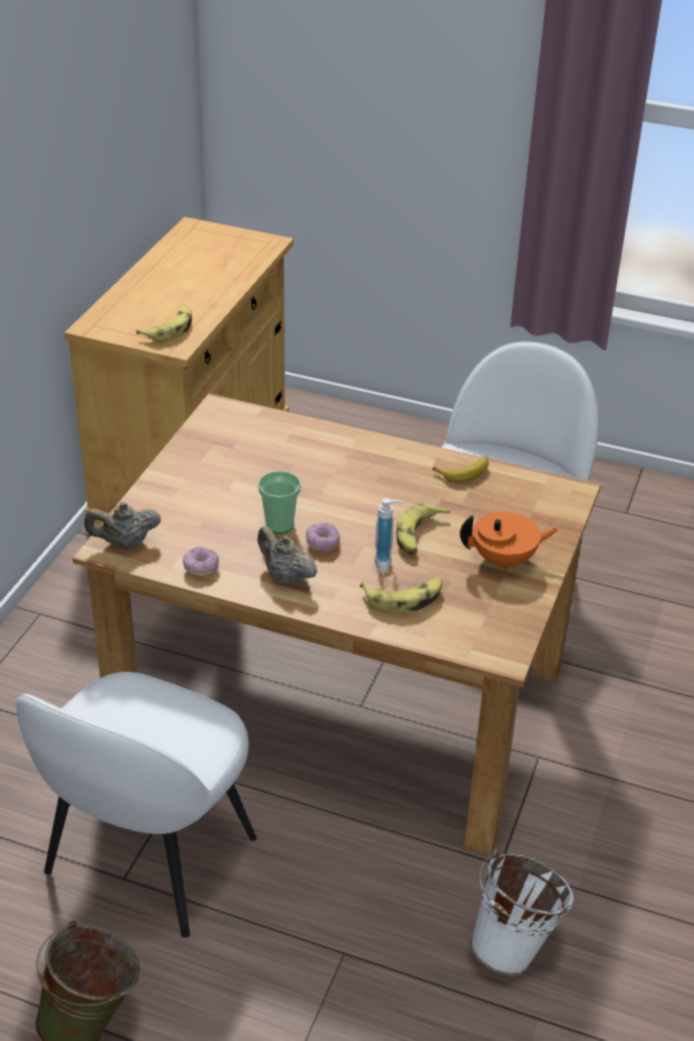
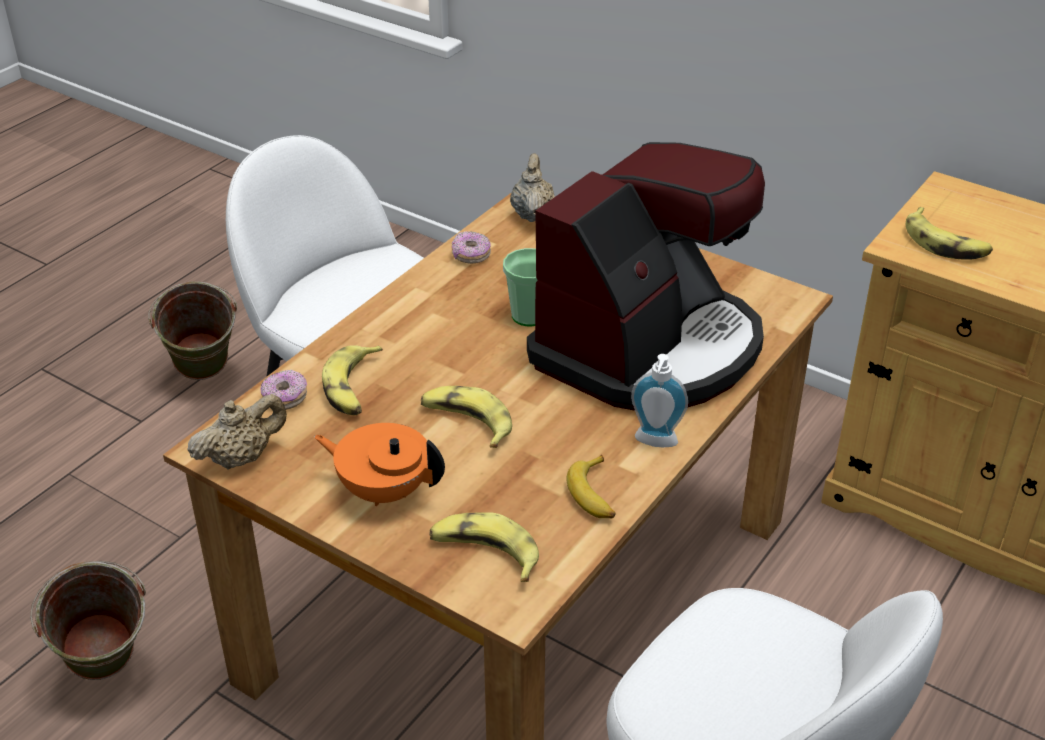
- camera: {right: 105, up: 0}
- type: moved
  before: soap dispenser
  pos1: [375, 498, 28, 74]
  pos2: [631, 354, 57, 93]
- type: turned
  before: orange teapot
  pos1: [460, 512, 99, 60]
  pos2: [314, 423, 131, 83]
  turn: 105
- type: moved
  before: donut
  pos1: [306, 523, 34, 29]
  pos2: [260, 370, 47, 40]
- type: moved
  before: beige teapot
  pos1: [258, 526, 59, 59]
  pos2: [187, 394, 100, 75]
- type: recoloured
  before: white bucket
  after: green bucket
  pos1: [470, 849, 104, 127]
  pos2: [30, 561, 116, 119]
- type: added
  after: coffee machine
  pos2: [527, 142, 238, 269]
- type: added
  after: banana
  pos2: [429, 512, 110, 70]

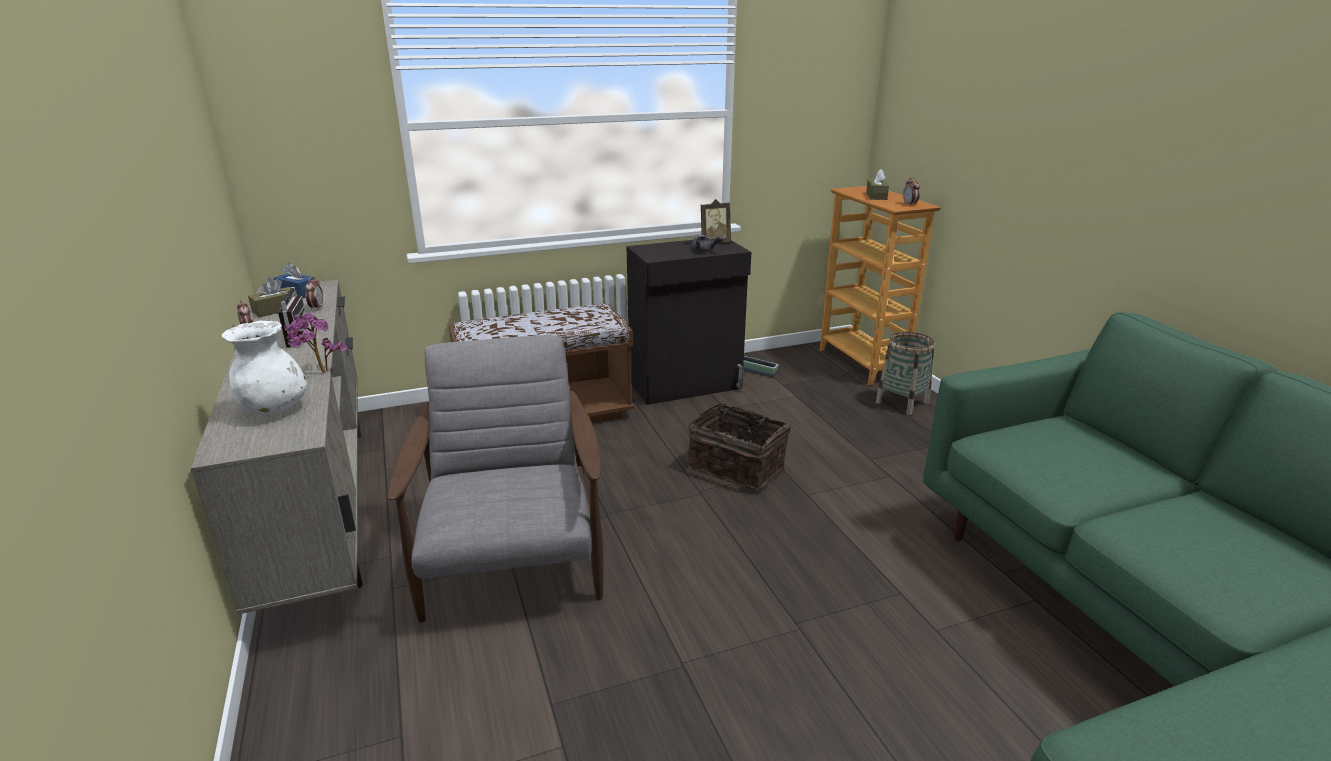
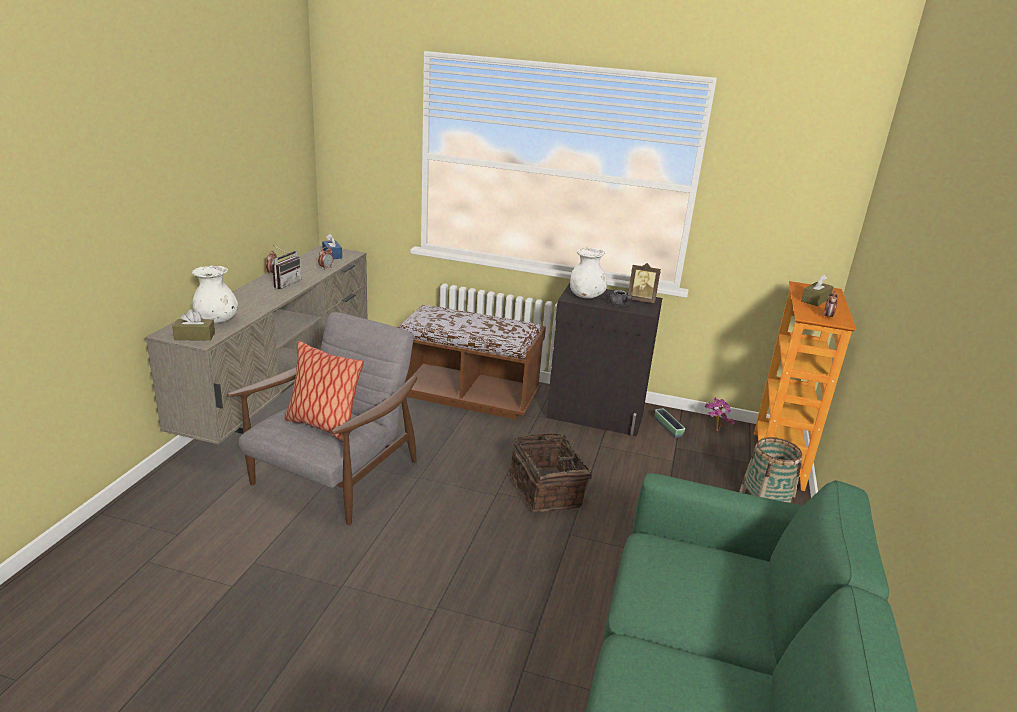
- camera: {right: 35, up: 0}
- type: moved
  before: brown tissue box
  pos1: [248, 278, 49, 39]
  pos2: [172, 310, 43, 31]
- type: moved
  before: potted plant
  pos1: [284, 313, 64, 60]
  pos2: [704, 397, 31, 34]
- type: added
  after: white vase
  pos2: [570, 248, 37, 50]
- type: added
  after: pillow
  pos2: [285, 341, 79, 101]

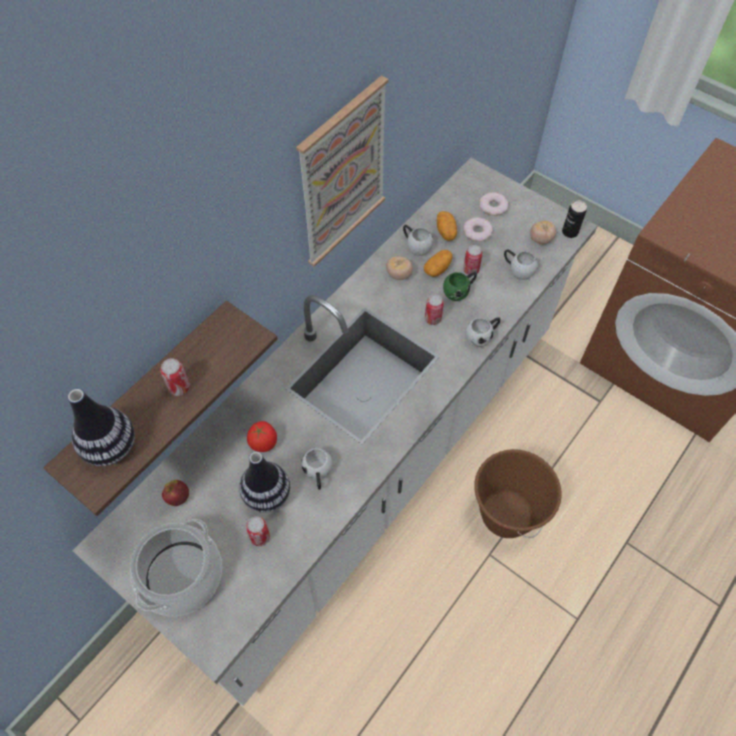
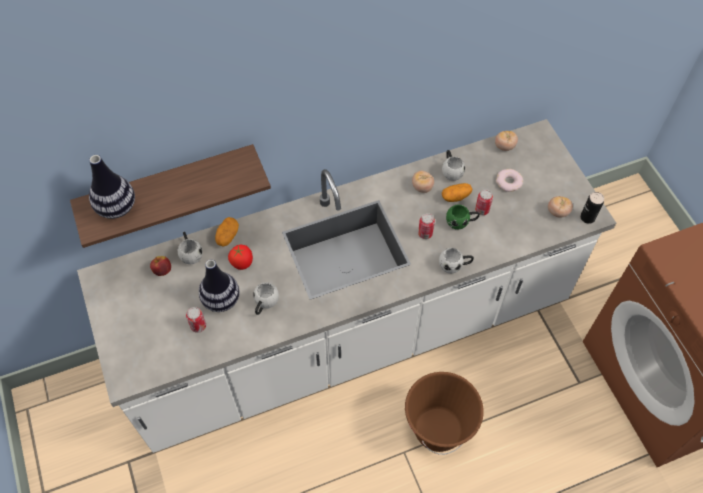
- camera: {right: 30, up: 0}
- type: removed
  before: picture
  pos1: [296, 75, 93, 192]
- type: removed
  before: donut
  pos1: [479, 192, 29, 24]
- type: moved
  before: potato
  pos1: [437, 211, 20, 30]
  pos2: [215, 217, 24, 30]
- type: moved
  before: white mug
  pos1: [504, 249, 34, 31]
  pos2: [178, 232, 25, 32]
- type: removed
  before: can
  pos1: [160, 358, 30, 38]
- type: removed
  before: cooking pot
  pos1: [130, 519, 92, 97]
- type: added
  after: tomato
  pos2: [495, 131, 23, 20]

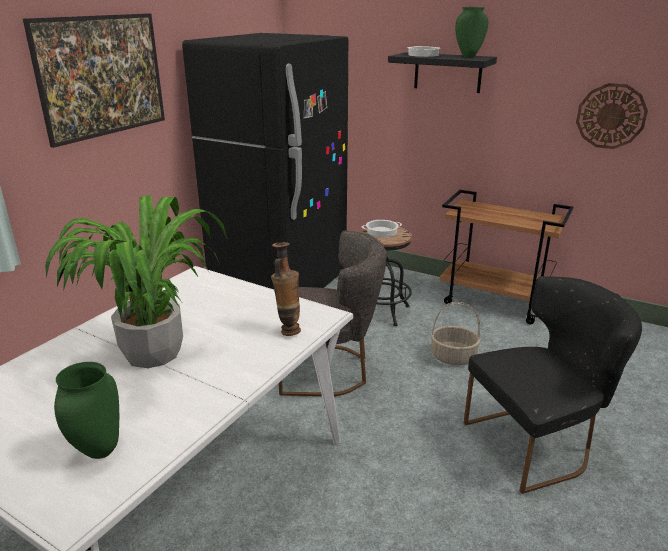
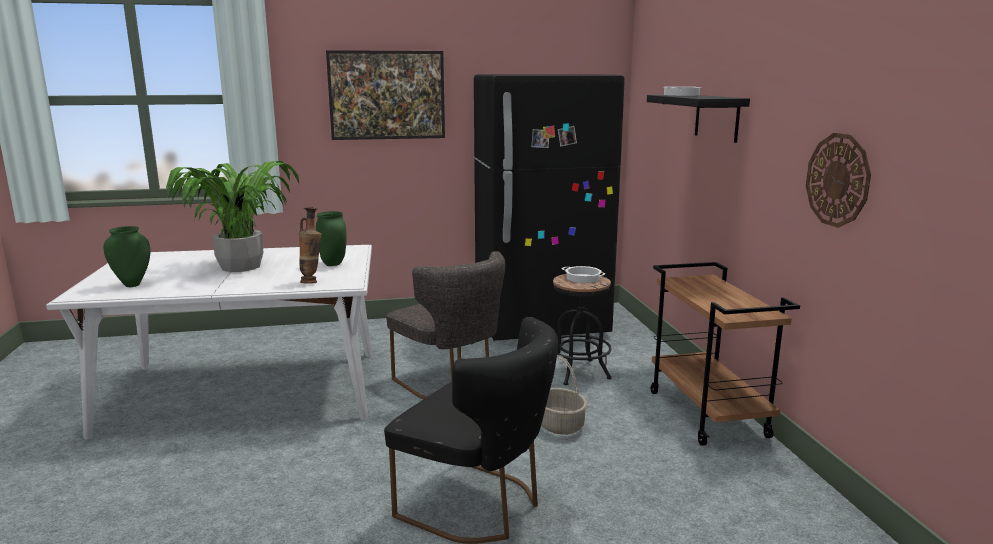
- camera: {right: 50, up: -10}
- type: moved
  before: green vase
  pos1: [455, 7, 33, 51]
  pos2: [316, 211, 31, 55]

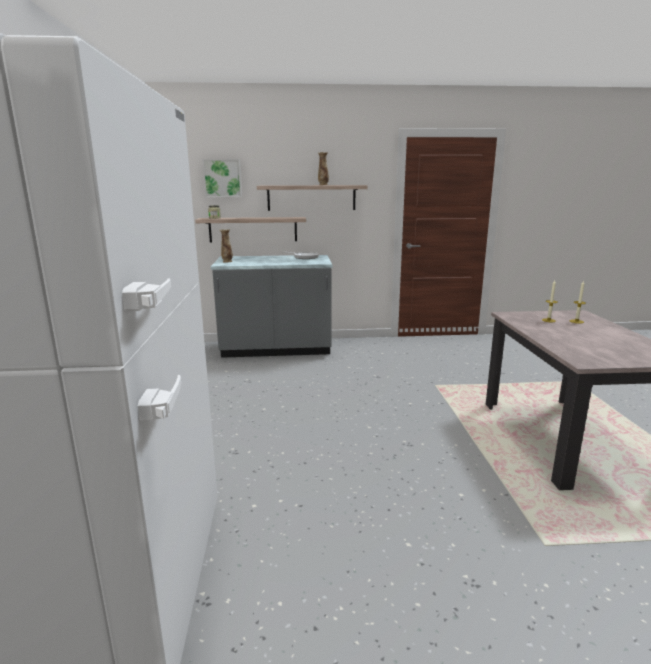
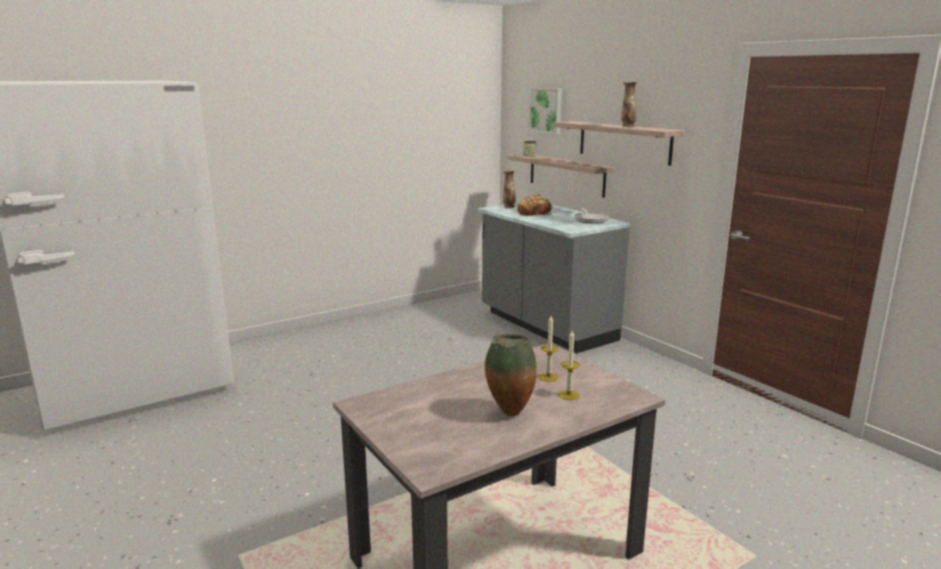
- camera: {right: 60, up: 0}
- type: added
  after: bread
  pos2: [517, 194, 35, 22]
- type: added
  after: vase
  pos2: [485, 334, 52, 82]

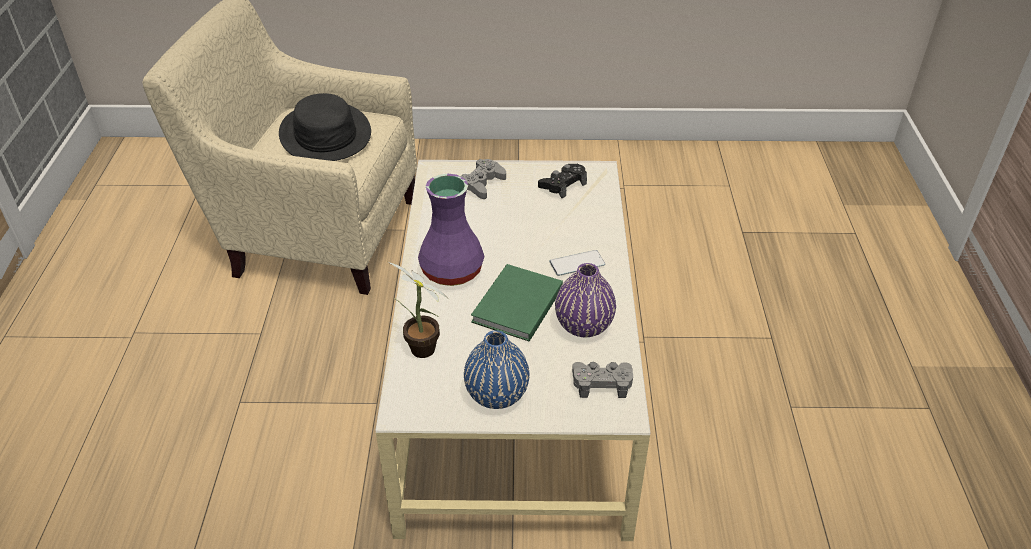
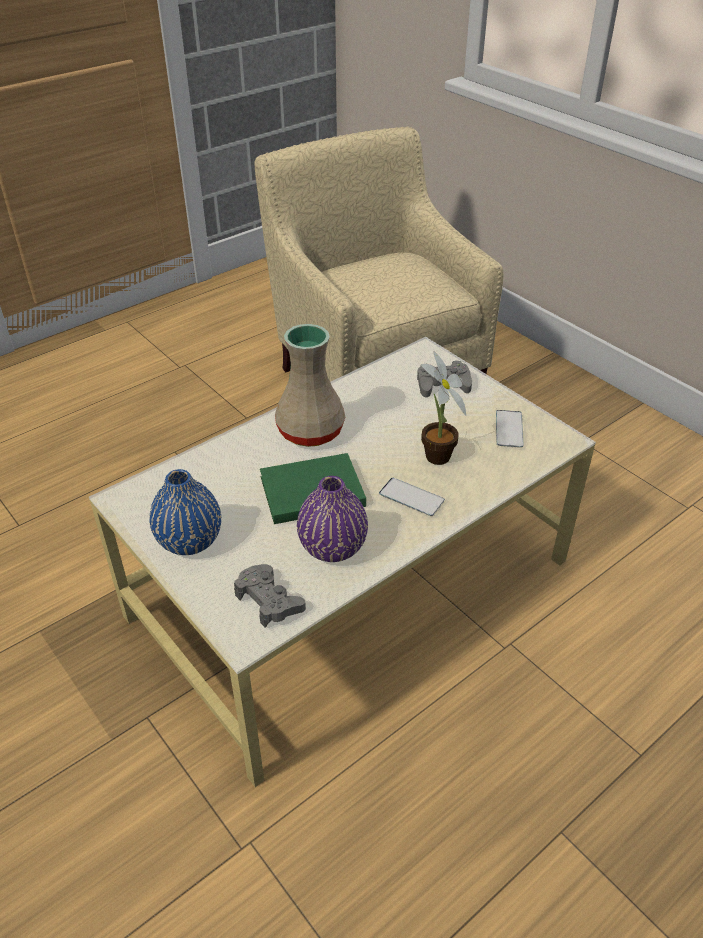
- camera: {right: 50, up: 0}
- type: removed
  before: black hat
  pos1: [279, 93, 92, 68]
- type: replaced
  before: black game controller
  after: phone
  pos1: [538, 164, 49, 34]
  pos2: [496, 410, 28, 37]
- type: recoloured
  before: purple vase
  after: beige vase
  pos1: [418, 174, 66, 112]
  pos2: [275, 324, 70, 123]
- type: moved
  before: potted plant
  pos1: [388, 262, 59, 96]
  pos2: [421, 352, 45, 113]

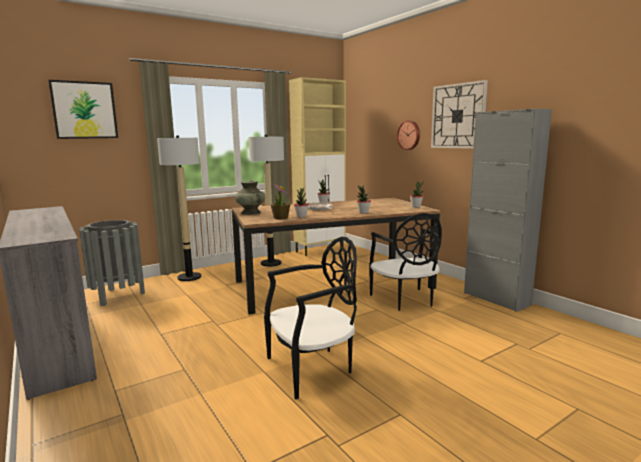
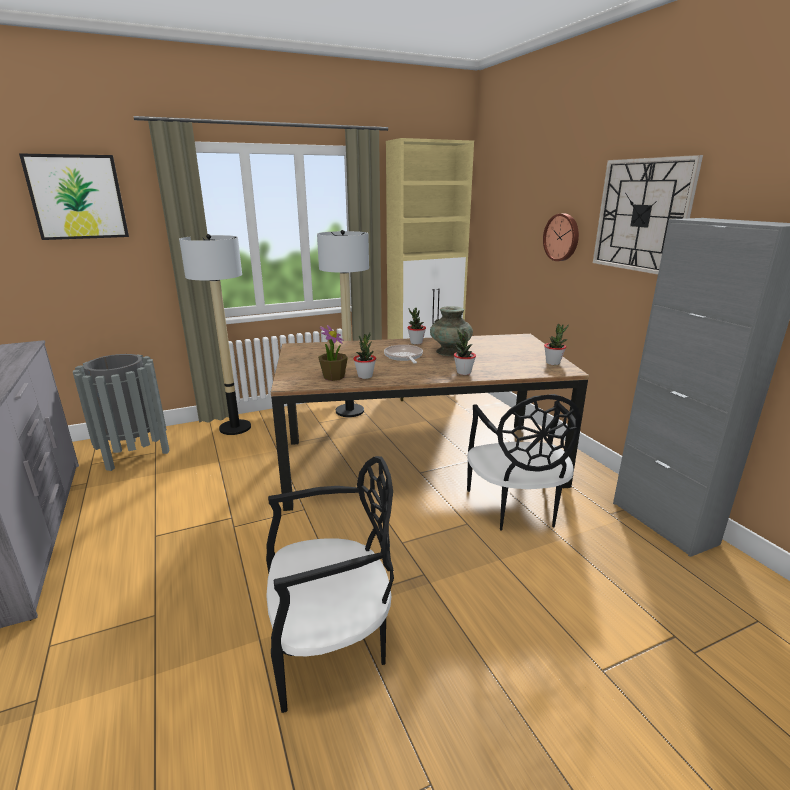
- camera: {right: 10, up: 10}
- type: moved
  before: turquoise vase
  pos1: [235, 180, 31, 35]
  pos2: [430, 306, 43, 50]

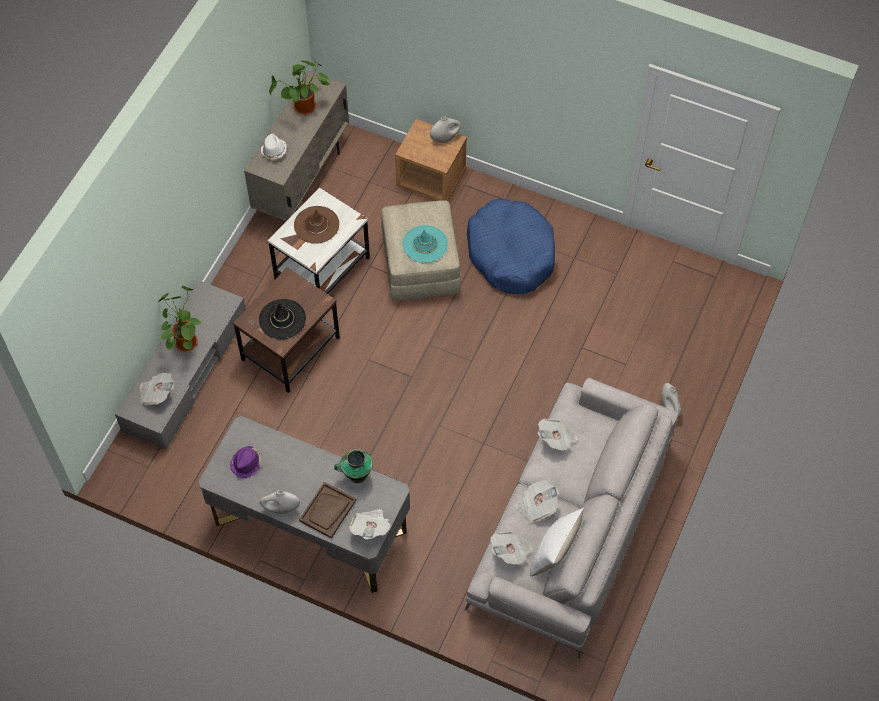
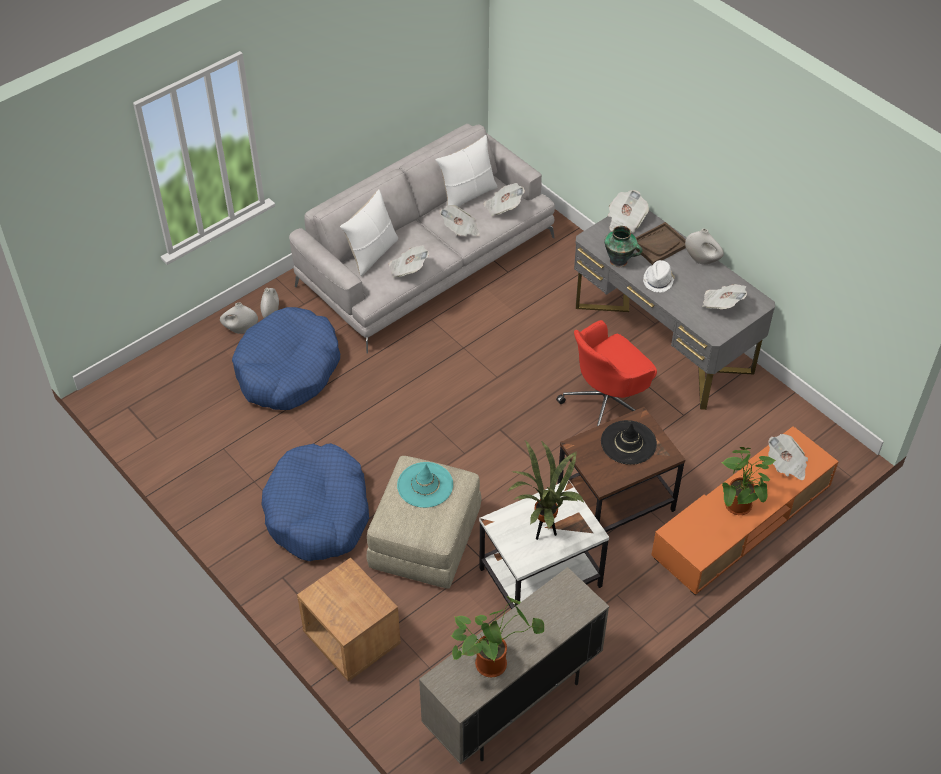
- camera: {right: -155, up: -10}
- type: moved
  before: white vase
  pos1: [430, 116, 31, 27]
  pos2: [220, 303, 38, 31]
- type: moved
  before: white hat
  pos1: [261, 134, 26, 25]
  pos2: [643, 260, 32, 33]
- type: replaced
  before: brown hat
  after: potted plant
  pos1: [294, 206, 45, 38]
  pos2: [507, 440, 77, 100]
- type: recoloured
  before: grey tv stand
  after: orange tv stand
  pos1: [115, 280, 131, 170]
  pos2: [651, 426, 188, 169]
- type: replaced
  before: purple hat
  after: newspaper
  pos1: [230, 446, 32, 32]
  pos2: [702, 284, 45, 25]
- type: added
  after: white pillow
  pos2: [340, 189, 58, 87]
- type: added
  after: blue dog bed
  pos2: [232, 307, 108, 103]
- type: added
  after: red office chair
  pos2: [556, 320, 101, 106]

